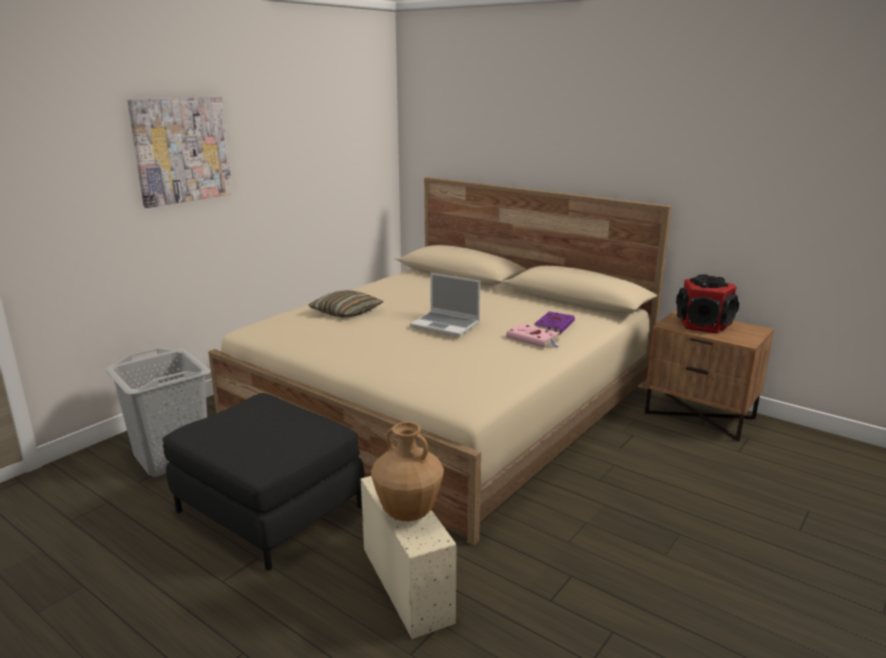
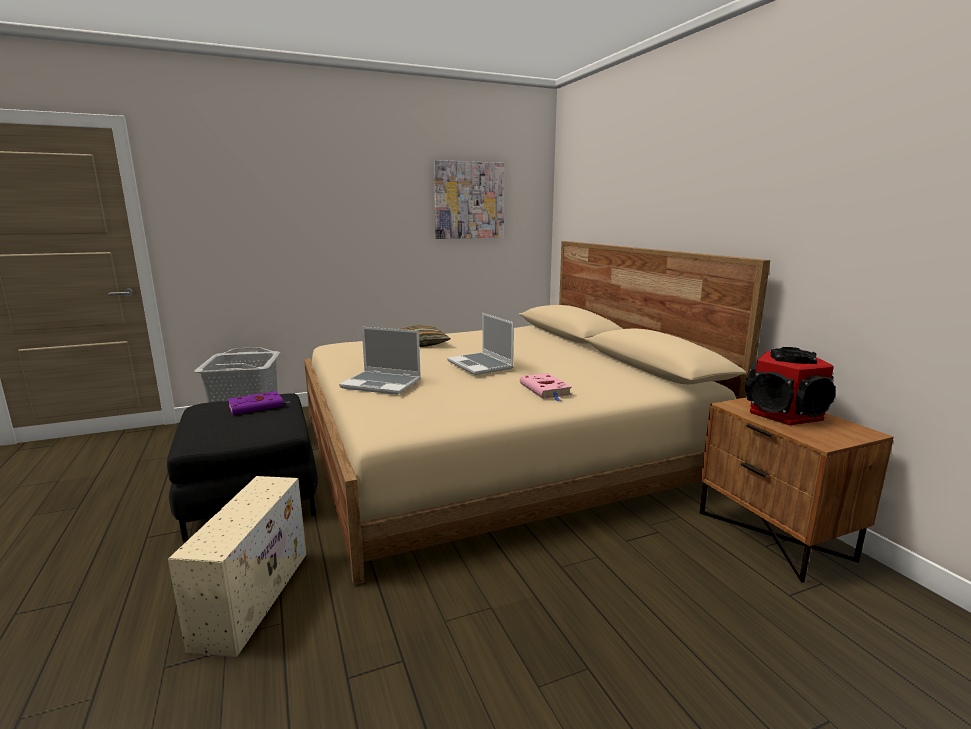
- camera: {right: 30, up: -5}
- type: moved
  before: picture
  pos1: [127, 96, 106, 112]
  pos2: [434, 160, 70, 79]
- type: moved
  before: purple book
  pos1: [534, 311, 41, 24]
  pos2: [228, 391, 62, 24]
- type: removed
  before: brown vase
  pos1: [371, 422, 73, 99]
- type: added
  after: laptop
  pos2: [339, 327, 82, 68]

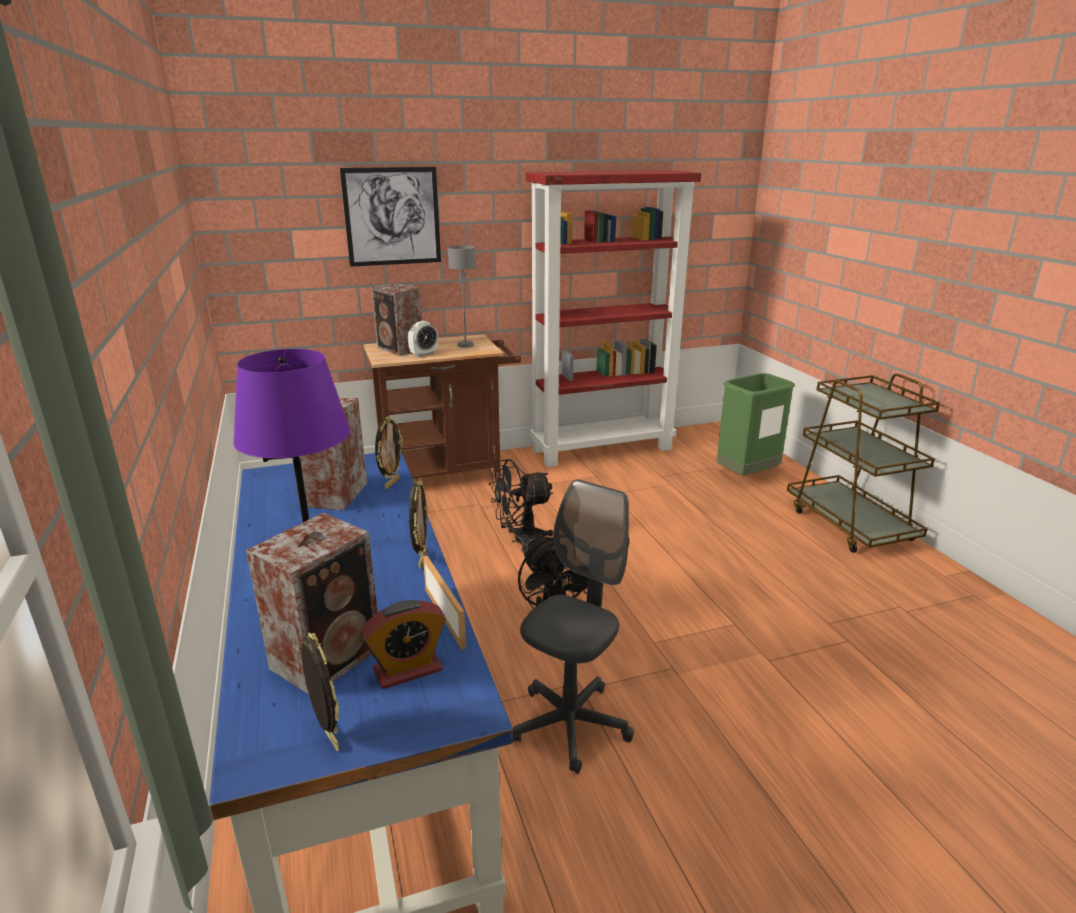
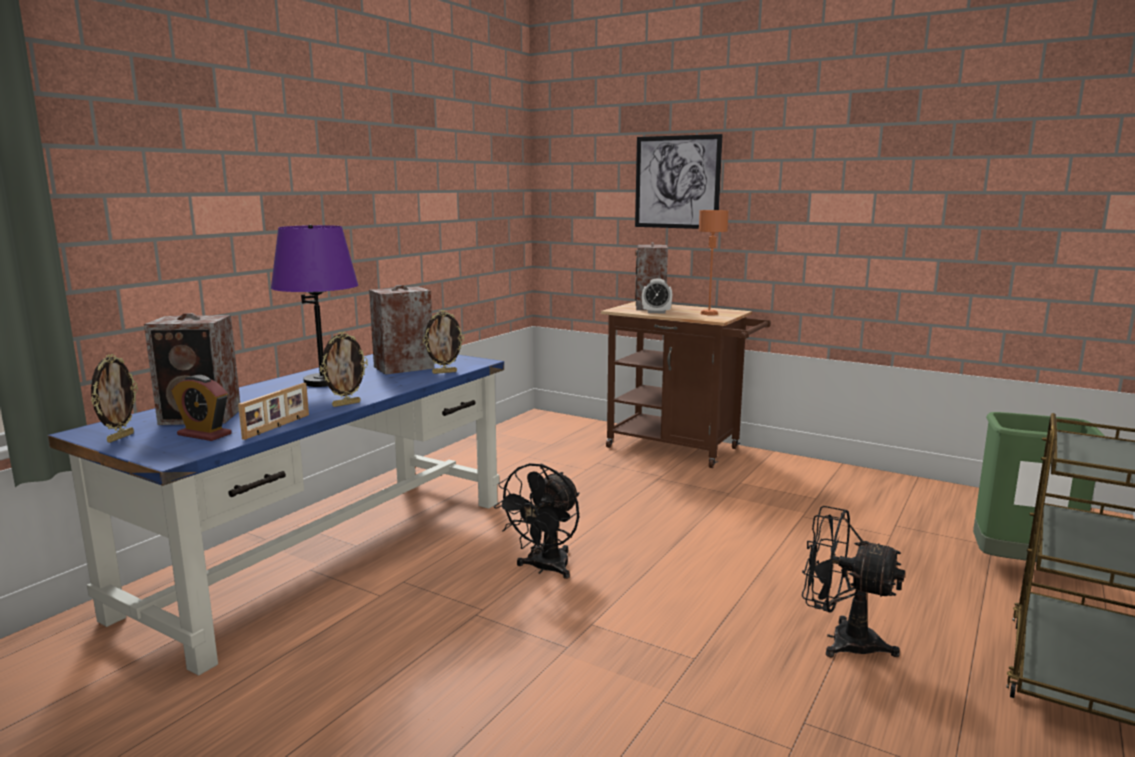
- camera: {right: 50, up: -10}
- type: removed
  before: red bookcase
  pos1: [526, 170, 175, 297]
- type: recoloured
  before: grey table lamp
  after: orange table lamp
  pos1: [448, 245, 28, 103]
  pos2: [699, 210, 30, 105]
- type: moved
  before: black fan
  pos1: [489, 459, 64, 94]
  pos2: [802, 506, 103, 152]
- type: removed
  before: grey office chair
  pos1: [513, 479, 121, 295]

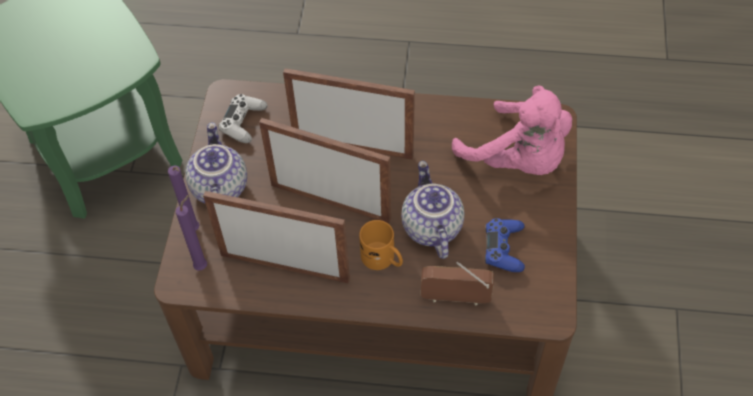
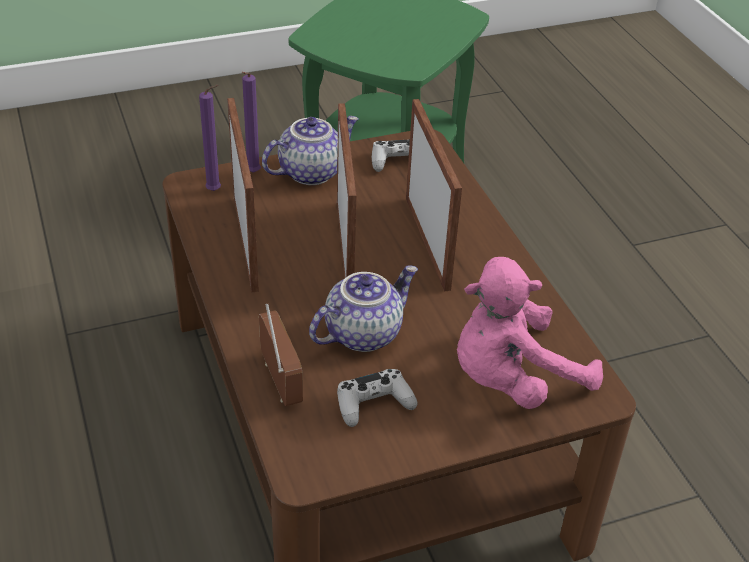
- camera: {right: 60, up: -15}
- type: turned
  before: pink plush toy
  pos1: [452, 85, 120, 90]
  pos2: [457, 257, 146, 152]
  turn: 45
- type: recoloured
  before: blue game controller
  after: white game controller
  pos1: [485, 218, 40, 54]
  pos2: [337, 369, 81, 58]
- type: removed
  before: orange mug
  pos1: [359, 220, 44, 50]

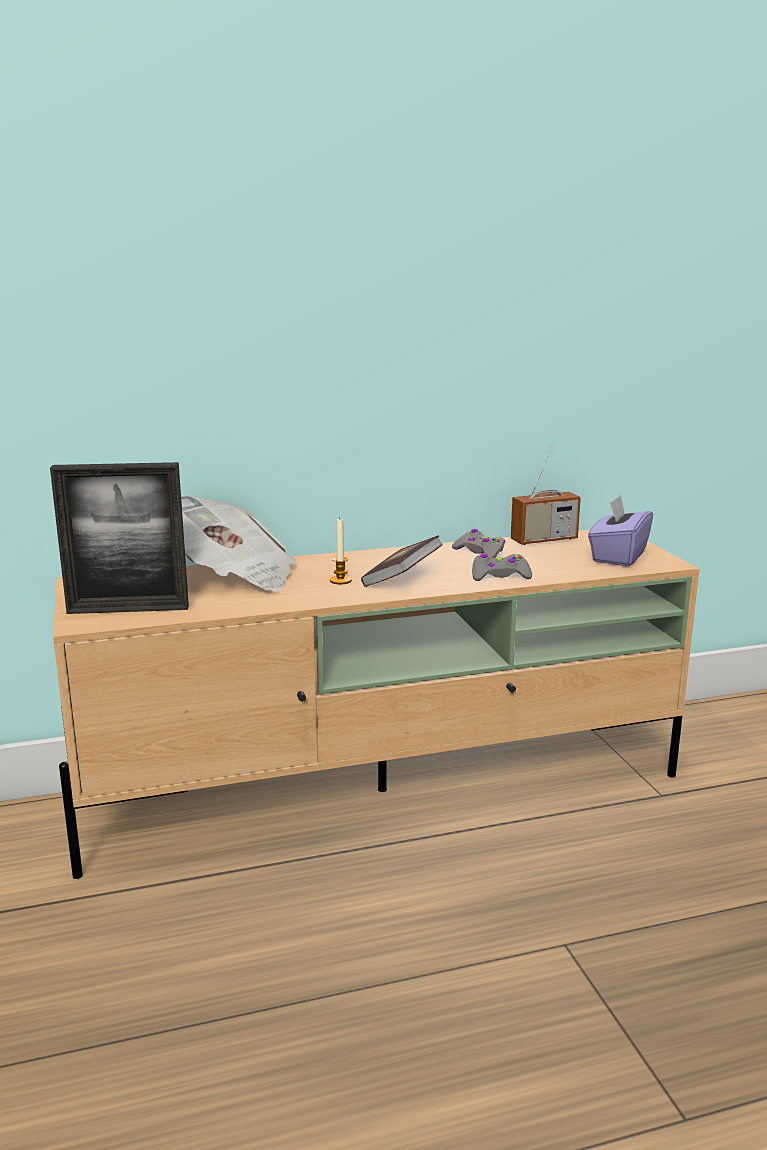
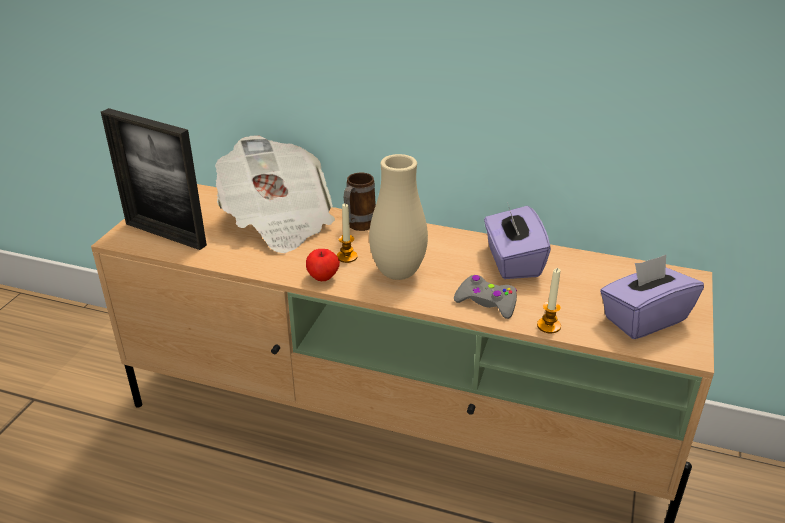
- camera: {right: 35, up: 15}
- type: removed
  before: radio
  pos1: [511, 444, 70, 101]
- type: replaced
  before: grey game controller
  after: purple tissue box
  pos1: [452, 529, 54, 29]
  pos2: [484, 202, 67, 77]
- type: replaced
  before: book
  after: beige vase
  pos1: [361, 535, 82, 52]
  pos2: [369, 154, 59, 126]
- type: added
  after: mug
  pos2: [344, 173, 32, 58]
- type: added
  after: apple
  pos2: [306, 249, 34, 32]
- type: added
  after: candle
  pos2: [537, 268, 24, 65]

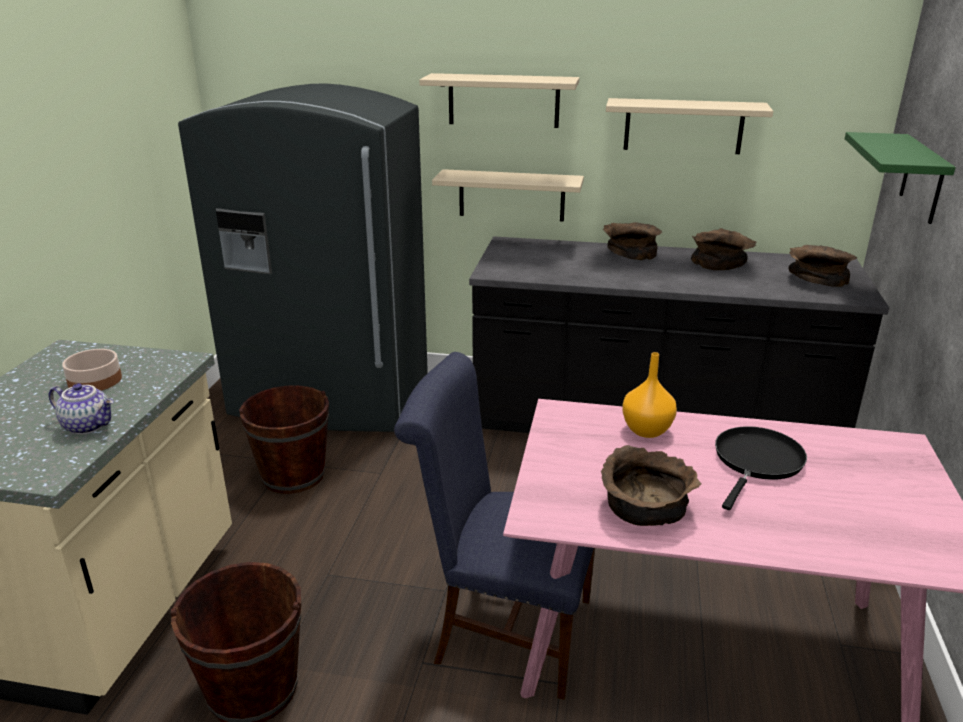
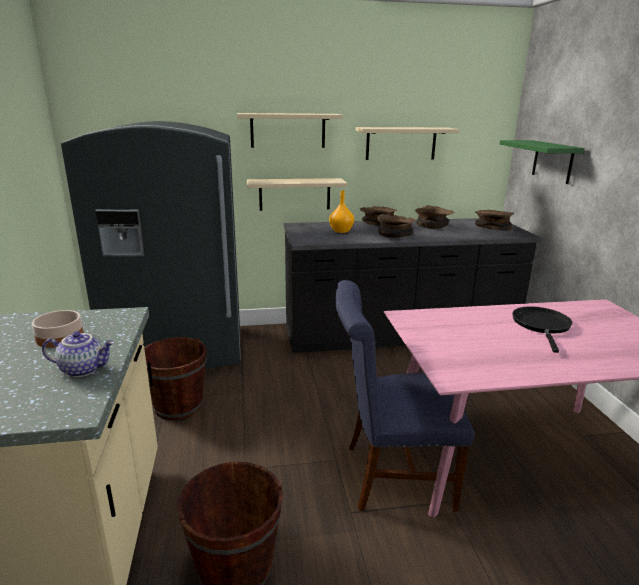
- camera: {right: -20, up: -5}
- type: moved
  before: orange vase
  pos1: [622, 352, 55, 86]
  pos2: [329, 190, 25, 43]
- type: moved
  before: brown bowl
  pos1: [601, 445, 100, 81]
  pos2: [377, 214, 40, 24]

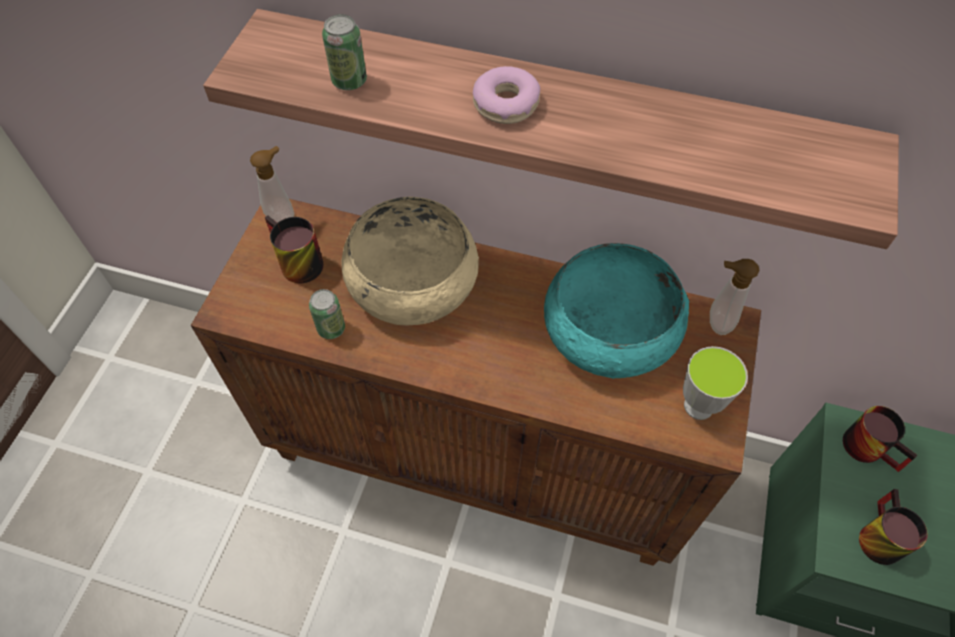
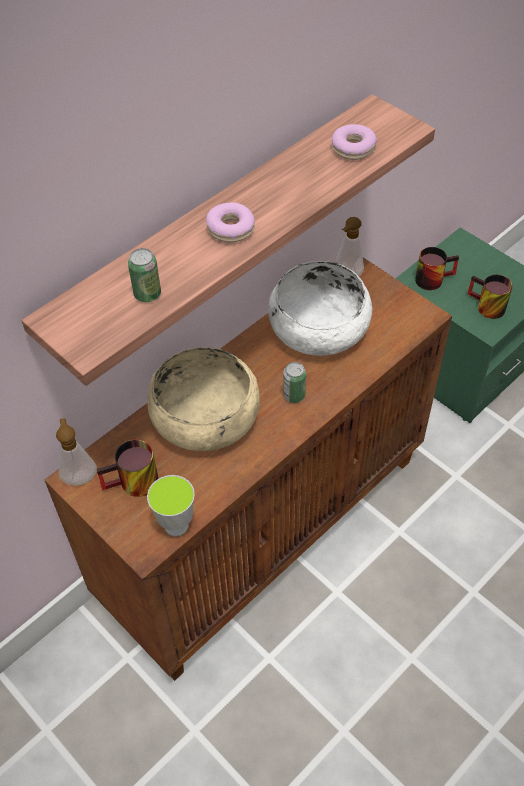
- camera: {right: -60, up: -5}
- type: recoloured
  before: turquoise bowl
  after: white bowl
  pos1: [544, 243, 145, 136]
  pos2: [268, 261, 104, 95]
- type: moved
  before: can
  pos1: [309, 289, 36, 50]
  pos2: [283, 362, 23, 41]
- type: moved
  before: cup
  pos1: [683, 346, 65, 74]
  pos2: [147, 475, 48, 62]
- type: added
  after: donut
  pos2: [331, 124, 46, 36]

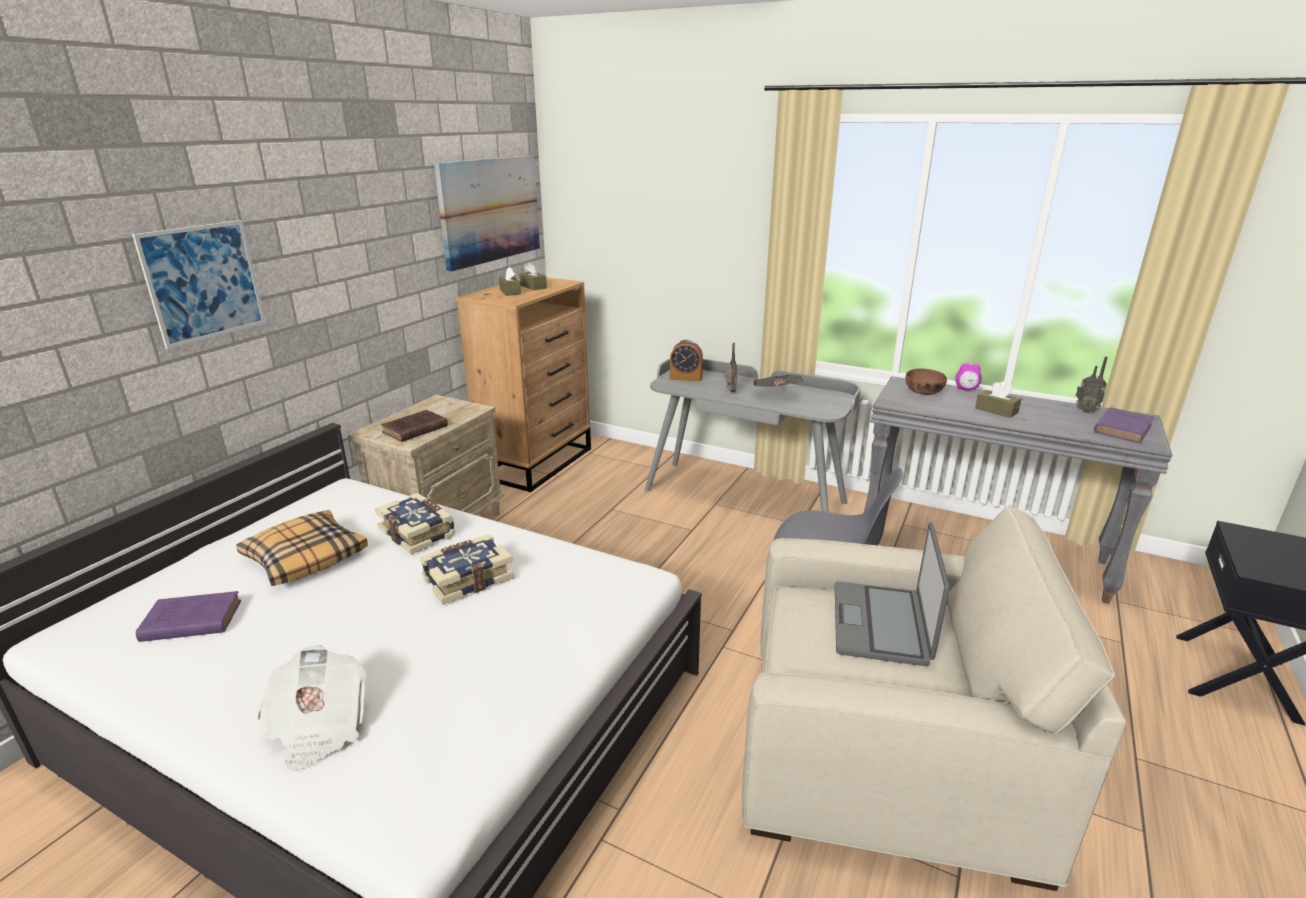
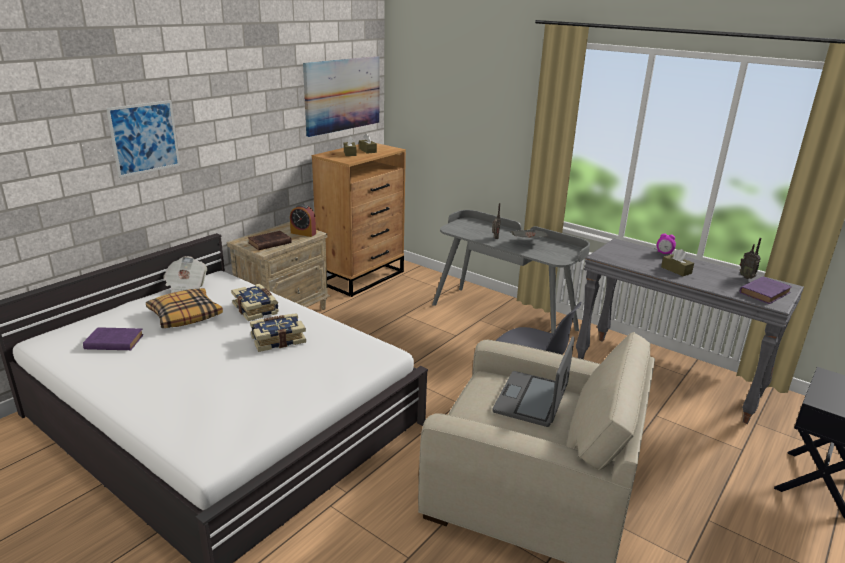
- camera: {right: 10, up: 0}
- type: moved
  before: alarm clock
  pos1: [670, 340, 33, 41]
  pos2: [290, 204, 26, 33]
- type: removed
  before: brown bowl
  pos1: [905, 368, 42, 27]
- type: moved
  before: newspaper
  pos1: [258, 645, 108, 126]
  pos2: [163, 256, 44, 37]

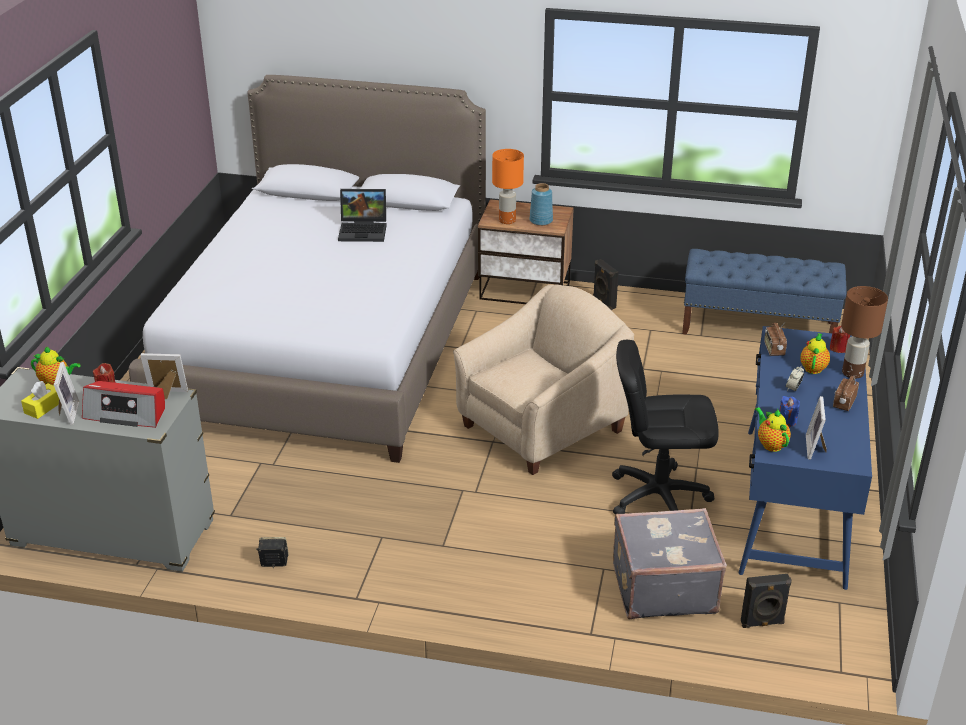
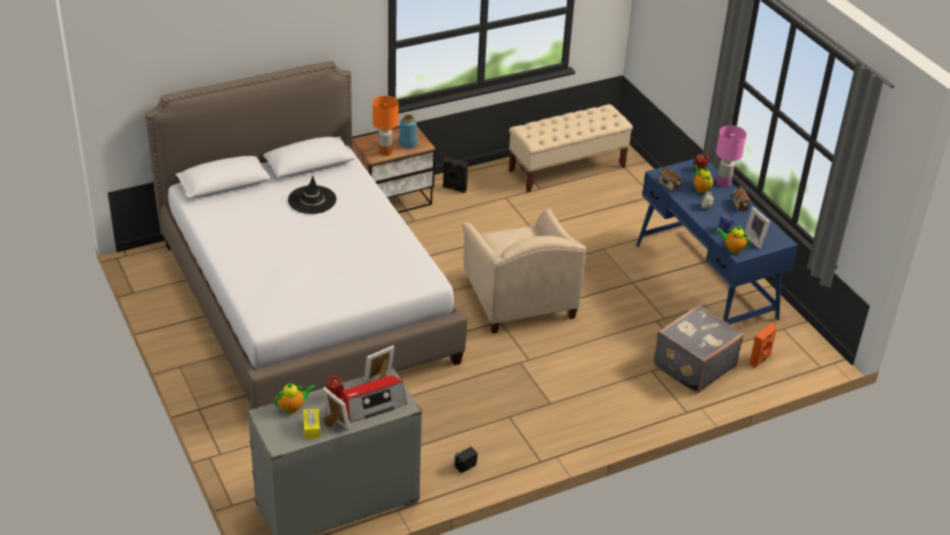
- camera: {right: -40, up: 5}
- type: replaced
  before: laptop
  after: black hat
  pos1: [338, 189, 49, 53]
  pos2: [288, 176, 48, 38]
- type: recoloured
  before: blue bench
  after: beige bench
  pos1: [682, 249, 164, 85]
  pos2: [509, 104, 124, 88]
- type: turned
  before: beige armchair
  pos1: [453, 285, 181, 190]
  pos2: [463, 209, 124, 125]
  turn: 150
- type: recoloured
  before: brown table lamp
  after: pink table lamp
  pos1: [841, 286, 47, 93]
  pos2: [716, 125, 31, 62]
- type: removed
  before: black office chair
  pos1: [612, 340, 107, 174]
- type: recoloured
  before: black speaker
  after: orange speaker
  pos1: [741, 574, 51, 54]
  pos2: [749, 323, 28, 45]

